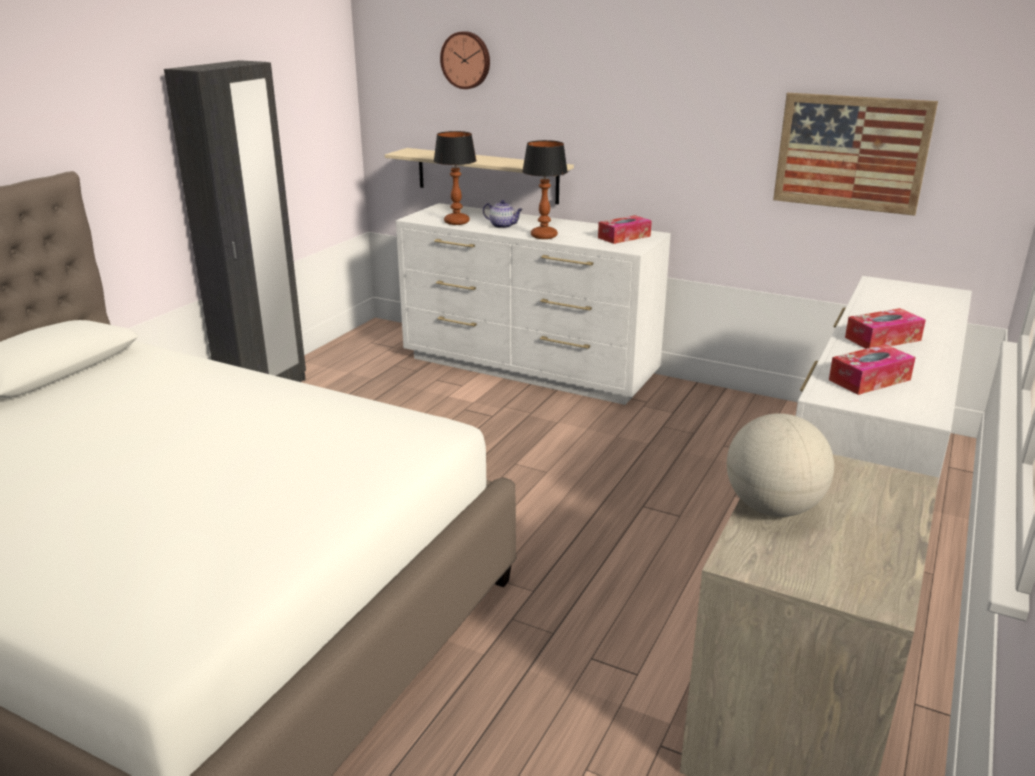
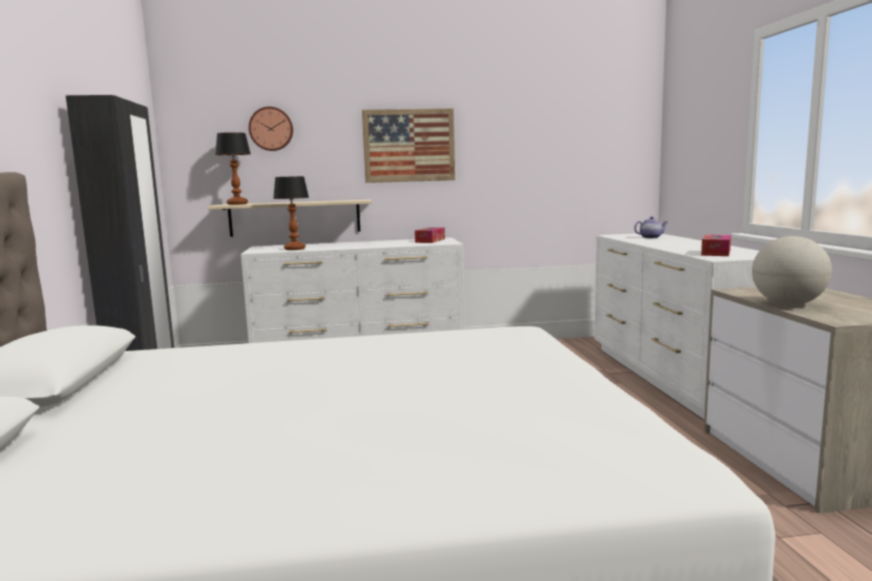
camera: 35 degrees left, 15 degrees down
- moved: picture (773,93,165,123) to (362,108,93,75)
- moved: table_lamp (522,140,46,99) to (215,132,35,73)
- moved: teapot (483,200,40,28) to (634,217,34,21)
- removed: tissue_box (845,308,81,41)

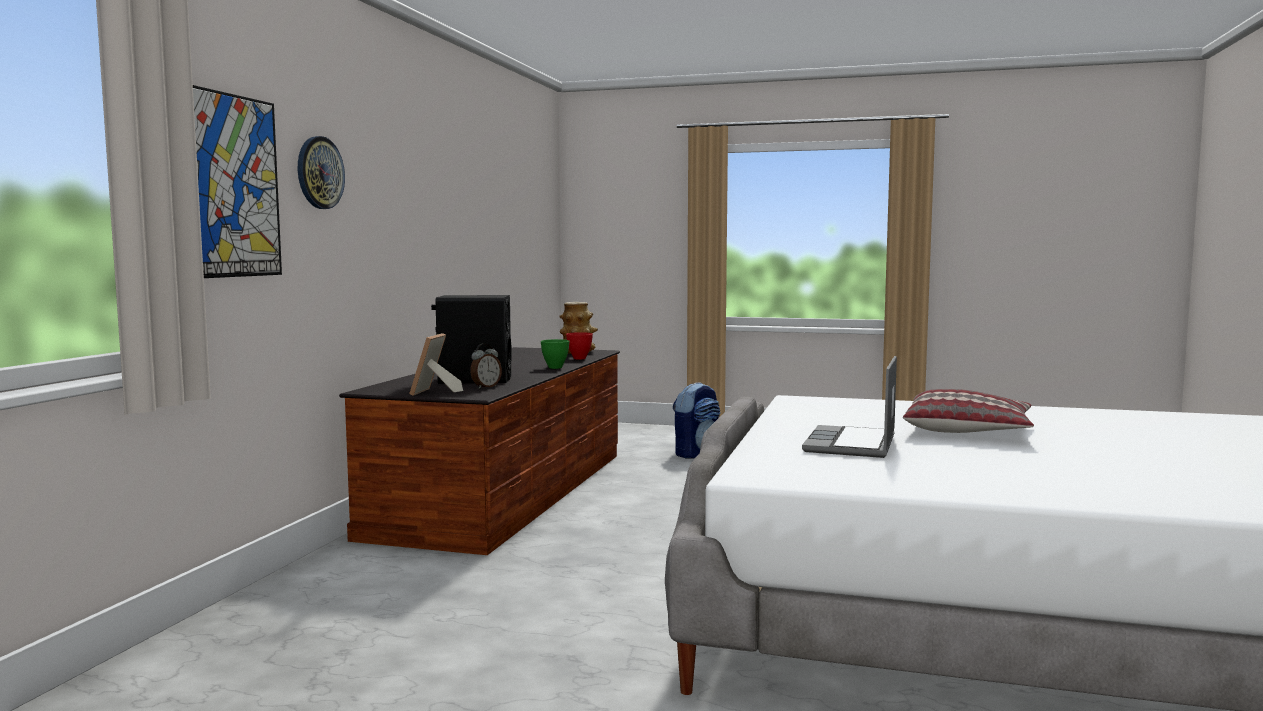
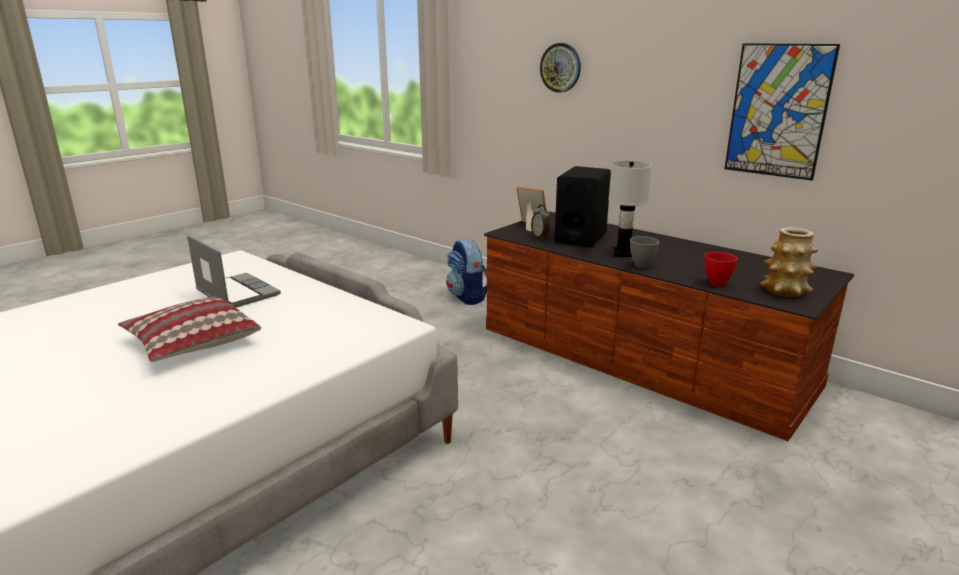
camera: 115 degrees right, 15 degrees up
- moved: picture (193,85,89,193) to (724,43,116,137)
- recoloured: green_bowl (541,339,29,30) to grey_bowl (630,236,29,32)
- moved: backpack (673,383,48,76) to (446,238,41,67)
- added: white_table_lamp (608,161,44,96)

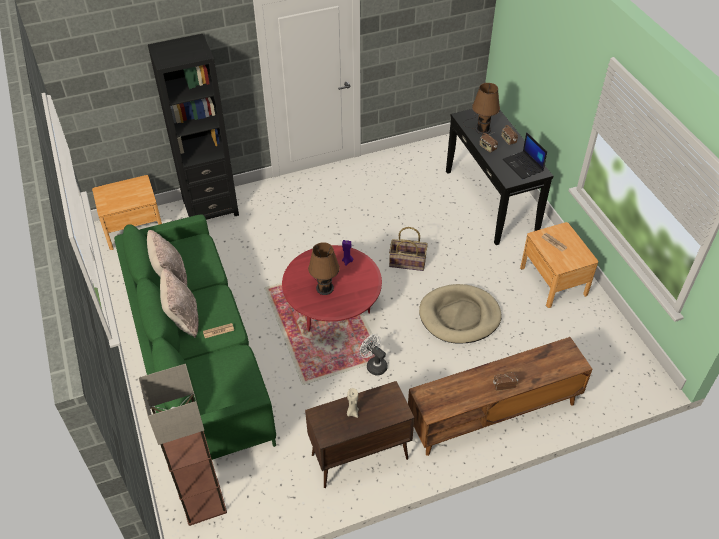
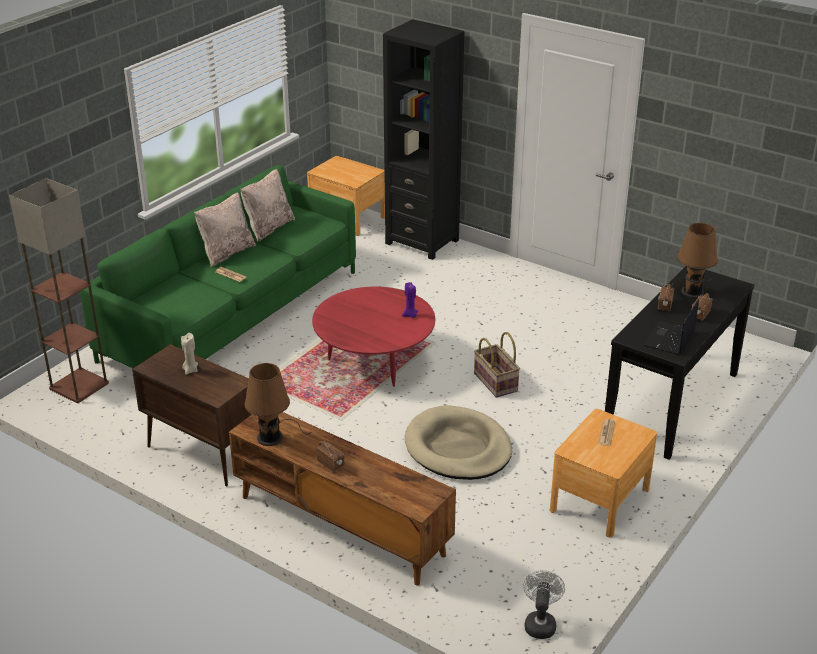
camera: 55 degrees right, 15 degrees down
- moved: brown_table_lamp (308,242,32,53) to (244,363,67,83)
- moved: white_fan (359,334,29,42) to (523,570,42,69)

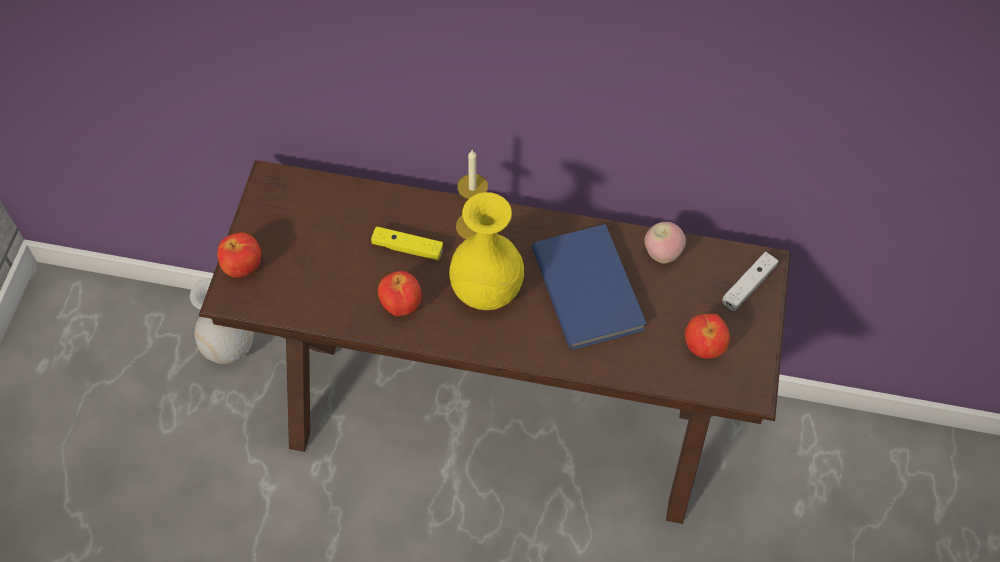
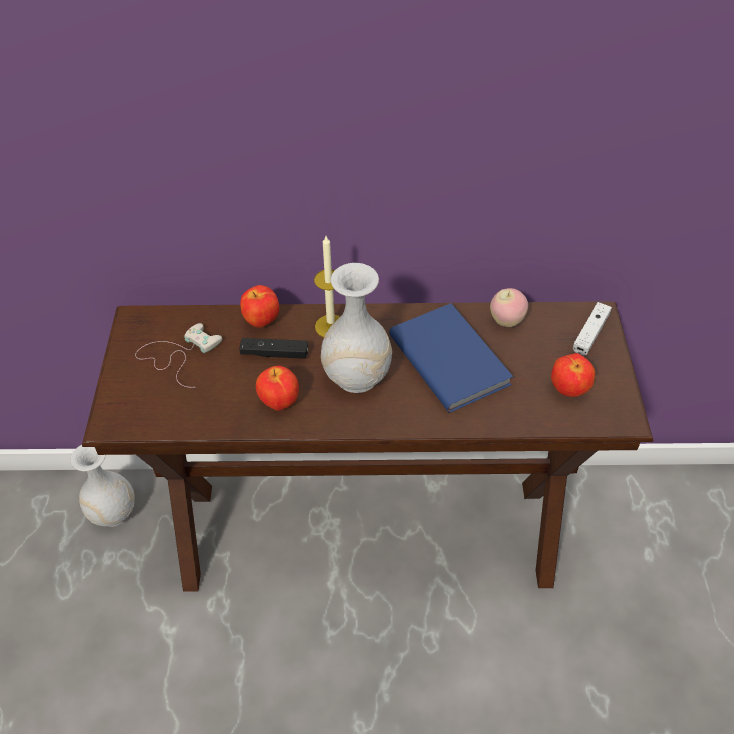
camera: 10 degrees left, 10 degrees down
- recoloured: yellow_vase (449,192,75,118) to white_vase (321,263,71,130)
- recoloured: yellow_game_controller (371,226,72,34) to black_game_controller (239,338,69,21)
- moved: apple (217,232,44,46) to (240,285,39,43)
- added: white_game_controller (135,323,87,65)

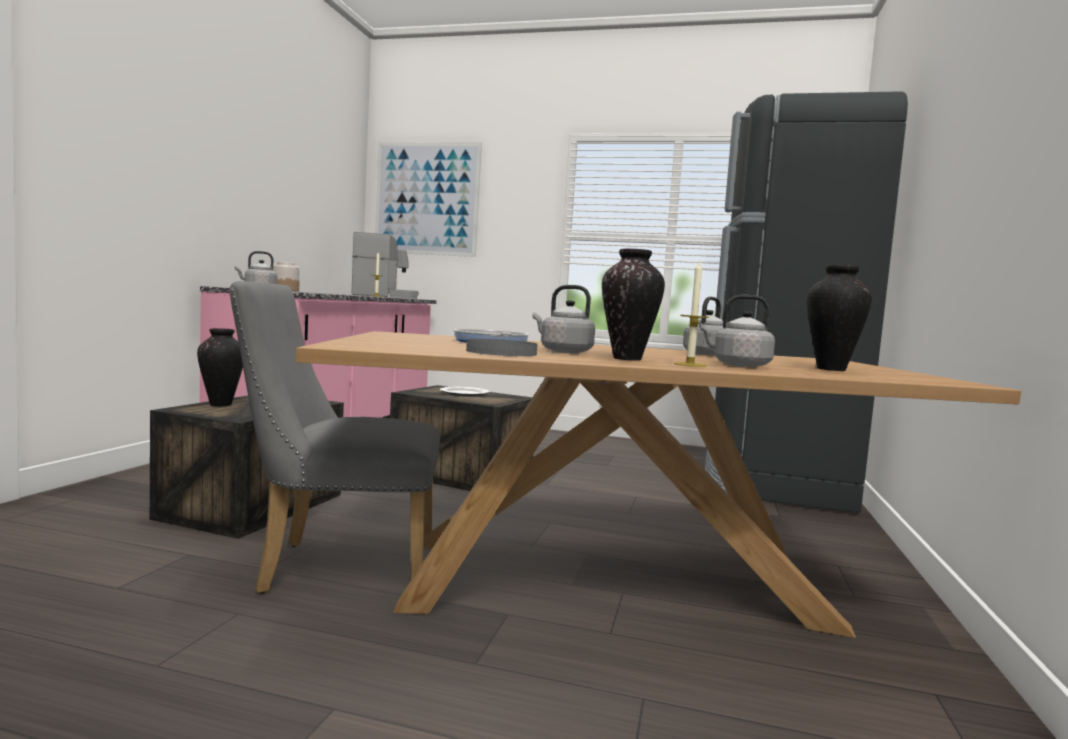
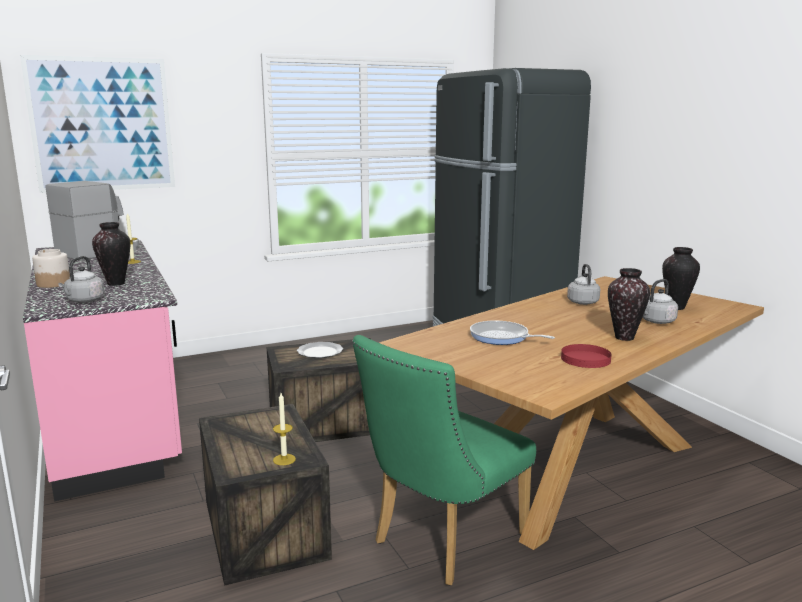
camera: 40 degrees left, 10 degrees up
- moved: candle (674,260,35,107) to (273,393,23,72)
- recoloured: grey_chair (229,281,211,313) to green_chair (352,335,184,250)
- removed: grey_kettle (533,285,62,68)
- moved: vase (197,328,46,78) to (92,222,38,64)
- recoloured: grey_plate (466,339,72,17) to red_plate (561,344,51,24)

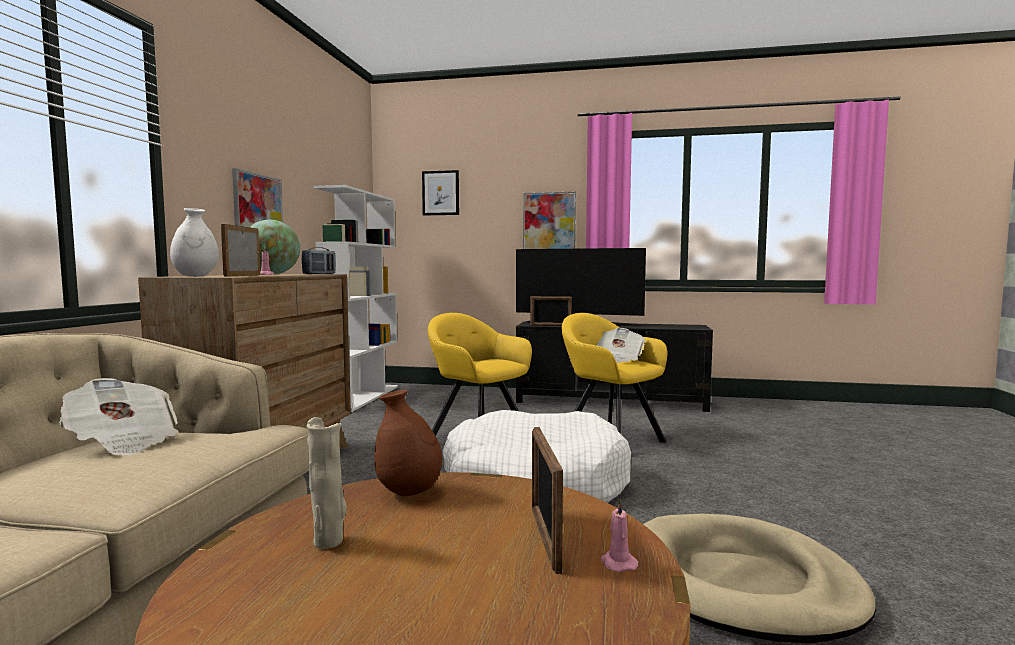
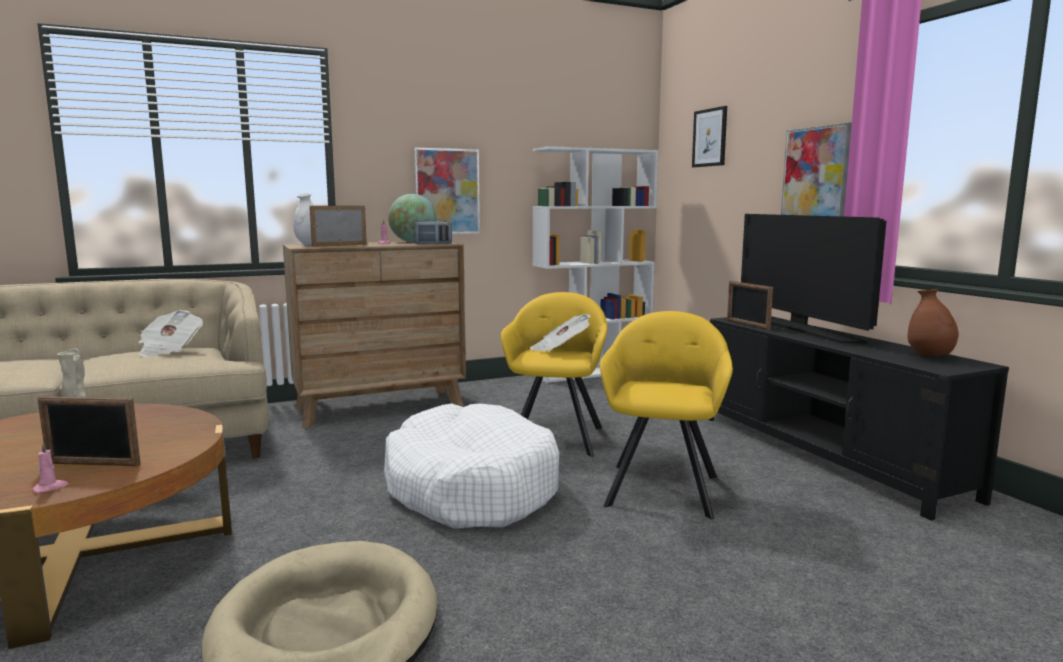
camera: 55 degrees right, 5 degrees up
- moved: newspaper (596,328,50,35) to (530,314,61,38)
- moved: brown_vase (375,390,67,106) to (908,289,50,67)
- turned: picture_frame (532,427,31,147) = (37,396,104,70) 135 degrees counterclockwise

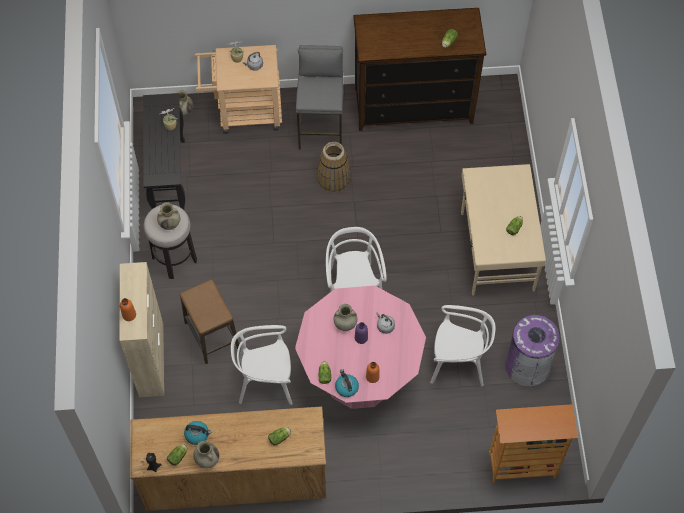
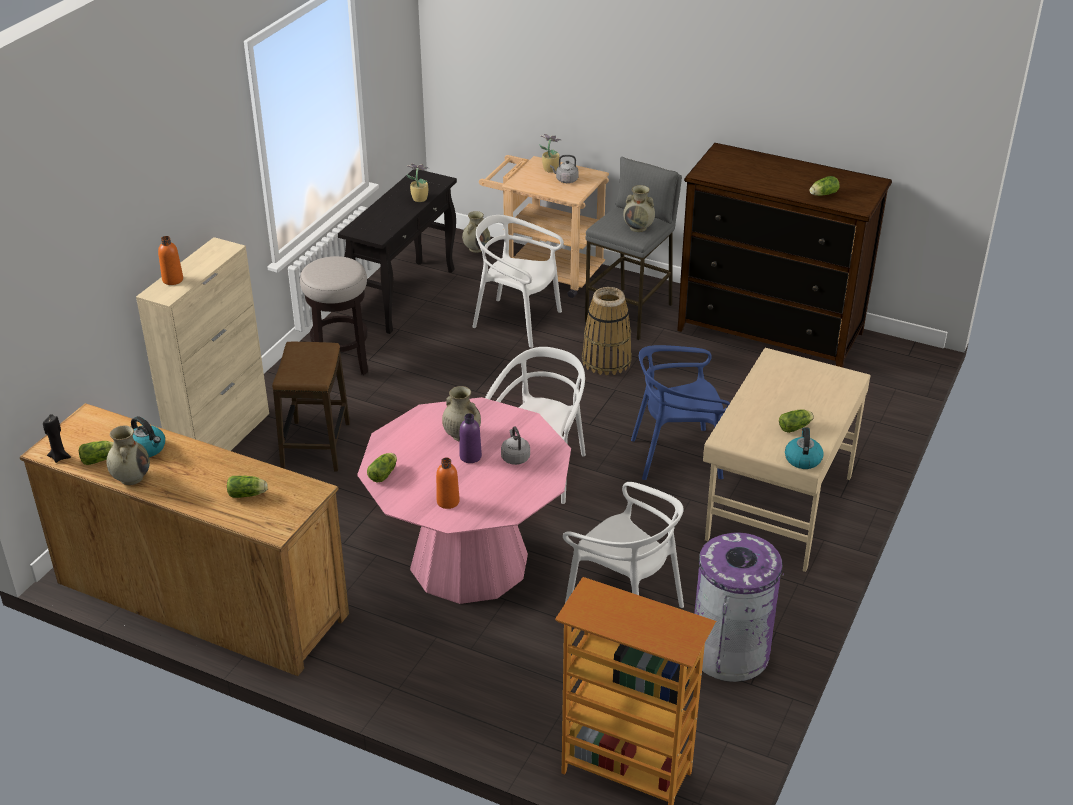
camera: 30 degrees right, 25 degrees down
- moved: beige_vase (157,202,23,28) to (623,185,32,47)
- moved: white_chair (231,325,62,80) to (472,215,92,133)
- moved: kettle (335,369,24,28) to (785,427,39,42)
- added: blue_chair (631,345,99,135)

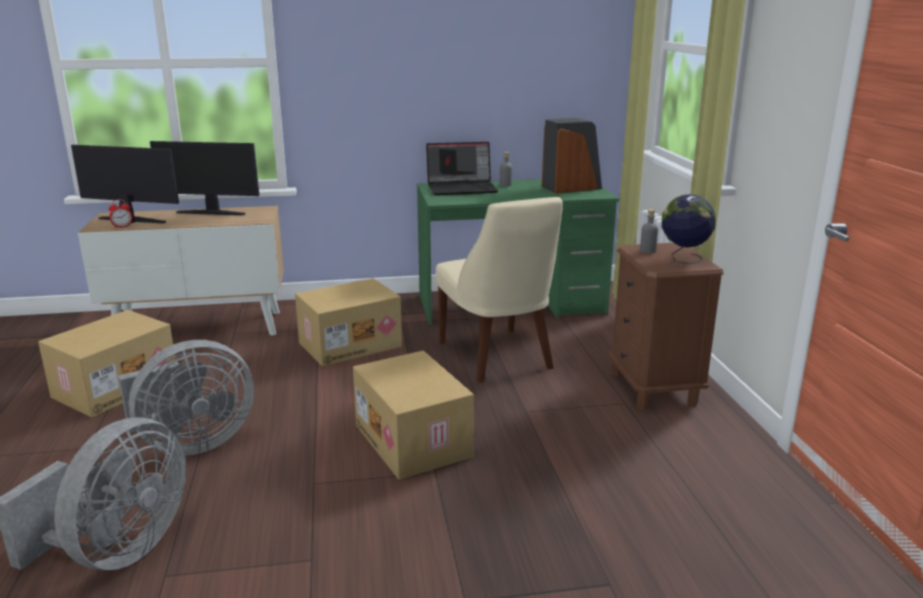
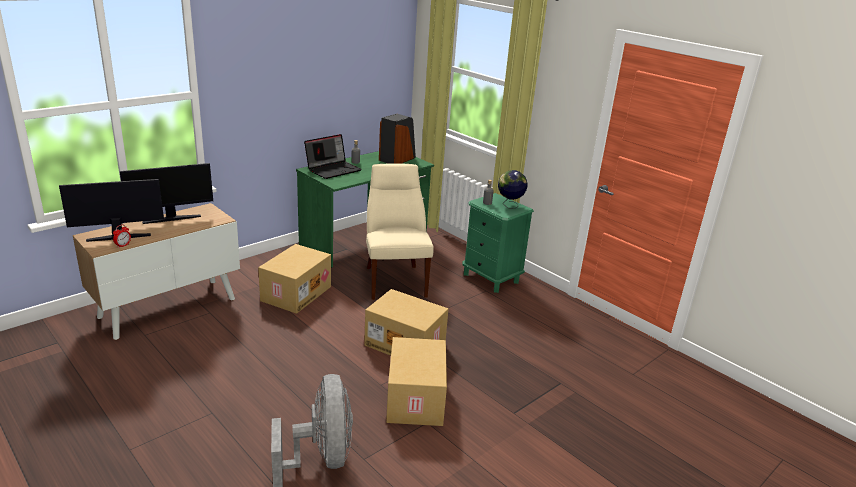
camera: 35 degrees left, 5 degrees up
- turned: beige_chair (435,197,128,186) = (366,163,67,137) 135 degrees counterclockwise
- recoloured: brown_nightstand (608,243,116,167) to green_nightstand (462,193,72,100)
- moved: cardboard_box (38,310,137,108) to (386,337,61,89)
- removed: grey_fan (118,340,136,116)

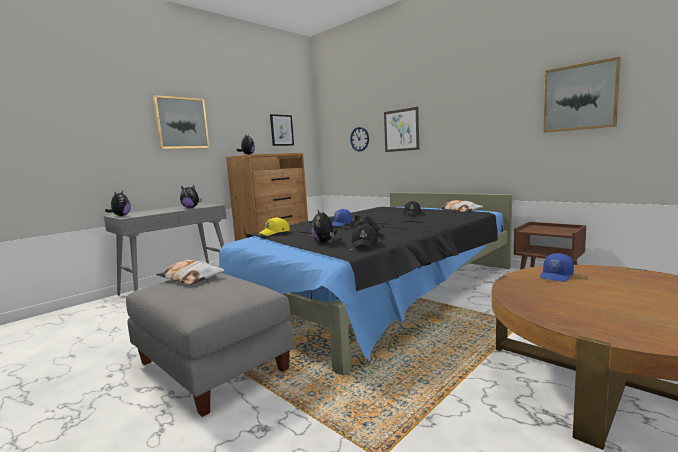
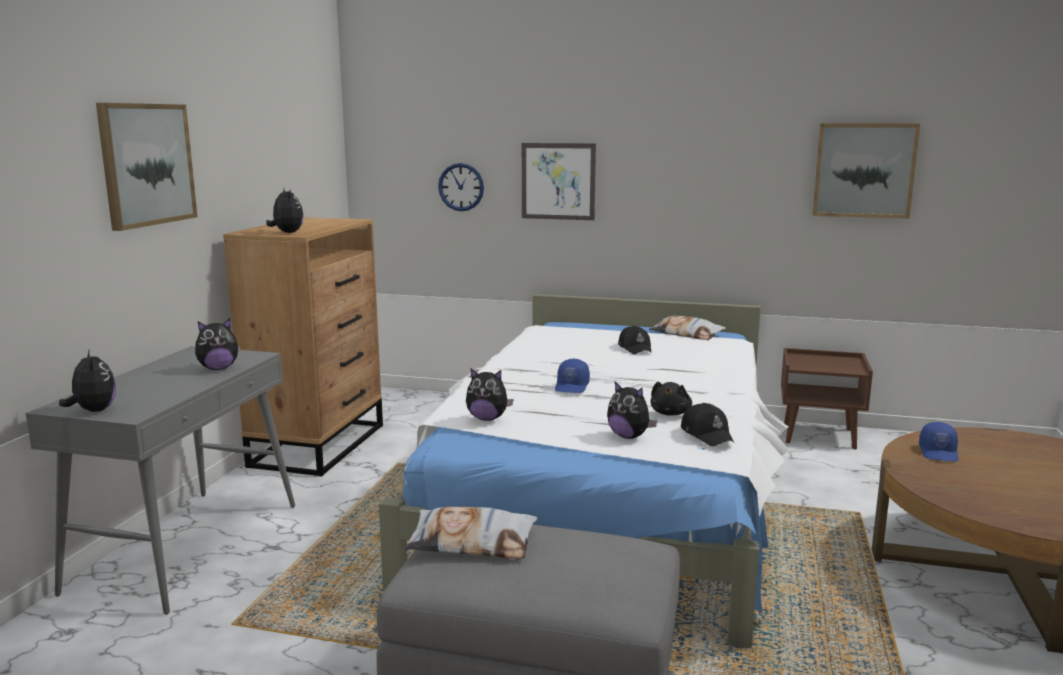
camera: 30 degrees left, 5 degrees up
- removed: picture (270,114,24,32)
- recoloured: black_bed (212,192,300,184) to white_bed (379,294,410,354)
- replaced: yellow_cap (258,217,32,19) to plush_toy (466,369,48,52)

